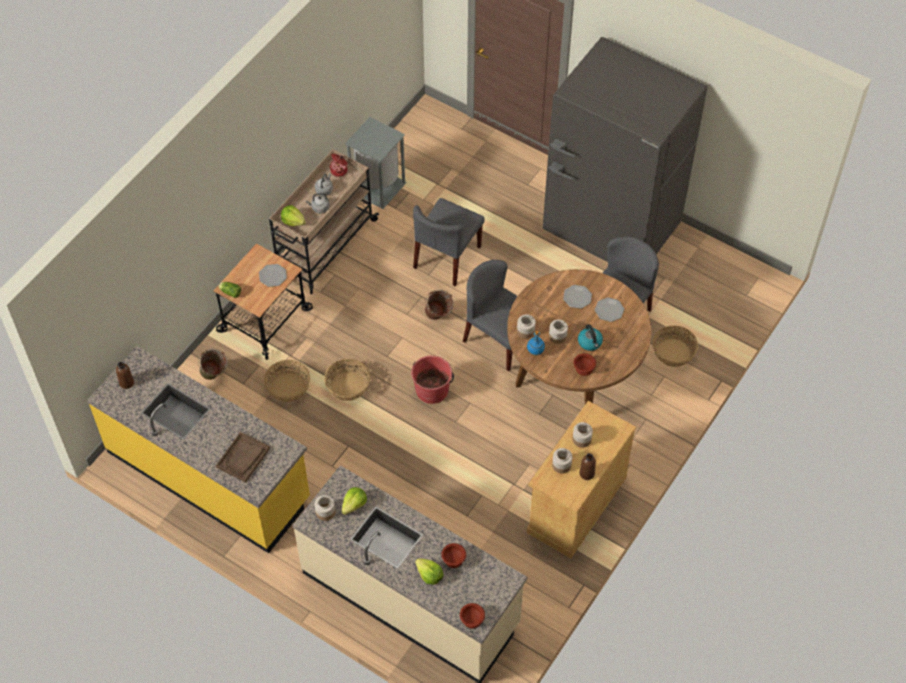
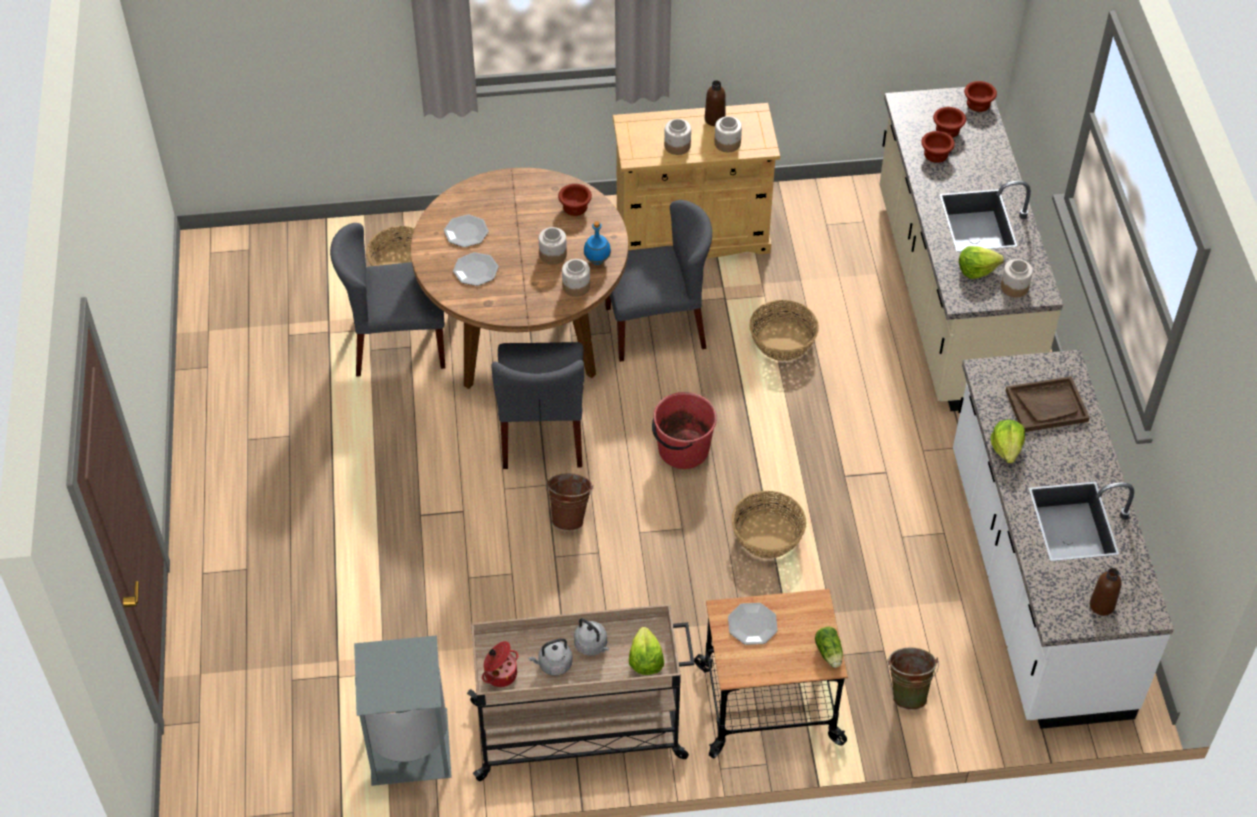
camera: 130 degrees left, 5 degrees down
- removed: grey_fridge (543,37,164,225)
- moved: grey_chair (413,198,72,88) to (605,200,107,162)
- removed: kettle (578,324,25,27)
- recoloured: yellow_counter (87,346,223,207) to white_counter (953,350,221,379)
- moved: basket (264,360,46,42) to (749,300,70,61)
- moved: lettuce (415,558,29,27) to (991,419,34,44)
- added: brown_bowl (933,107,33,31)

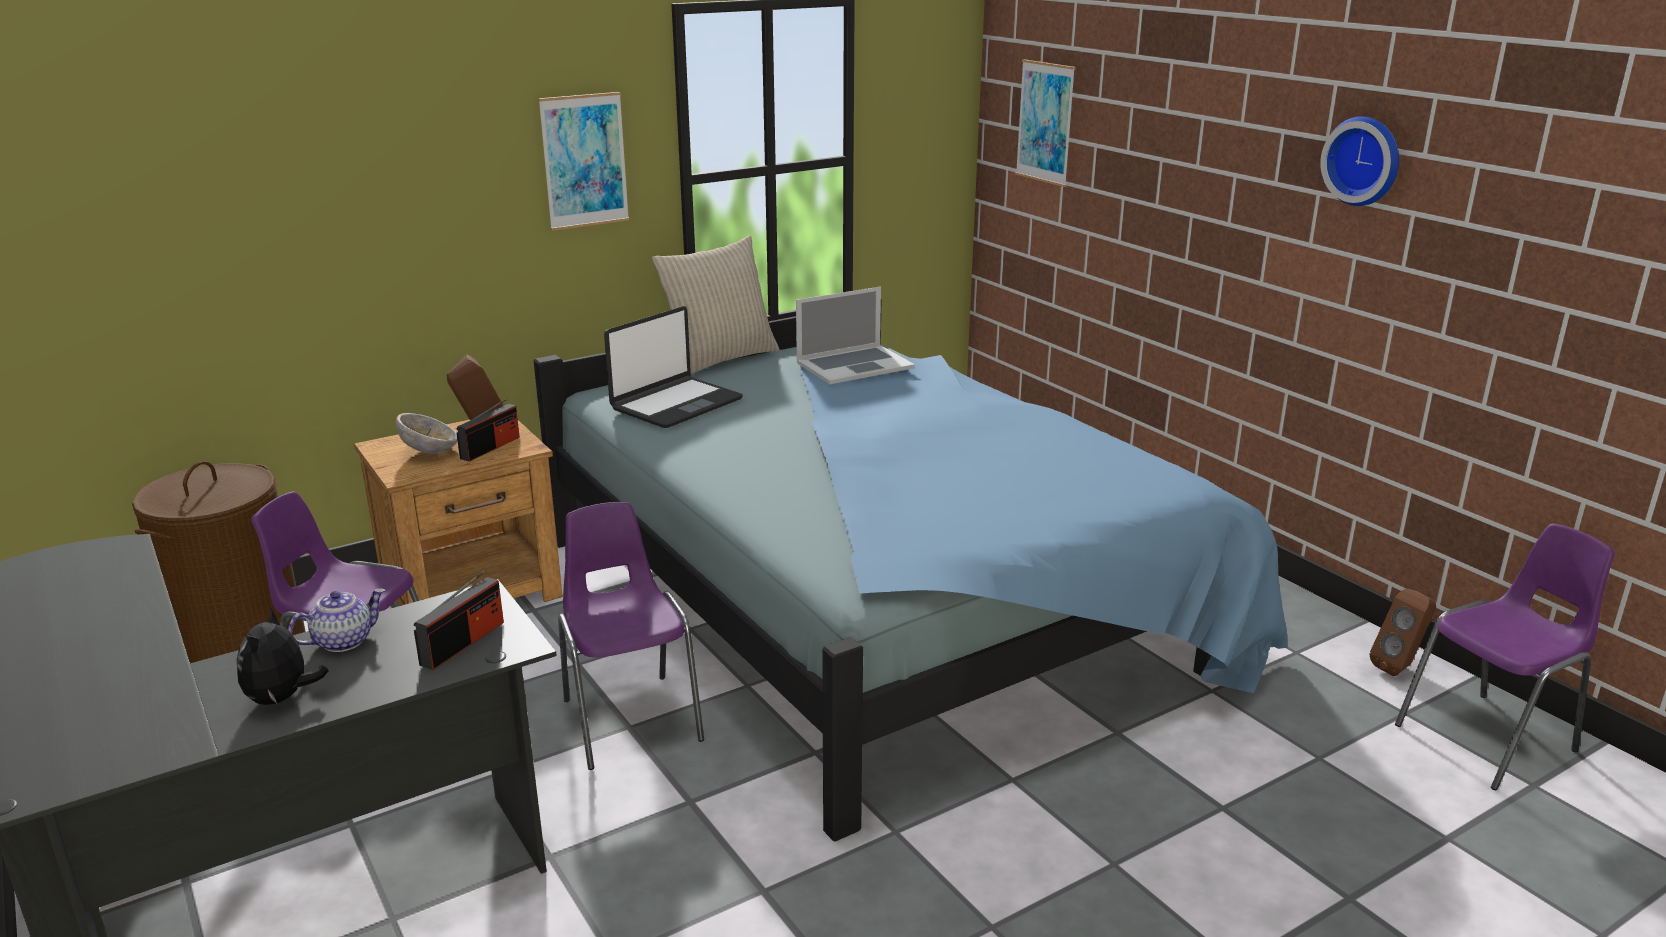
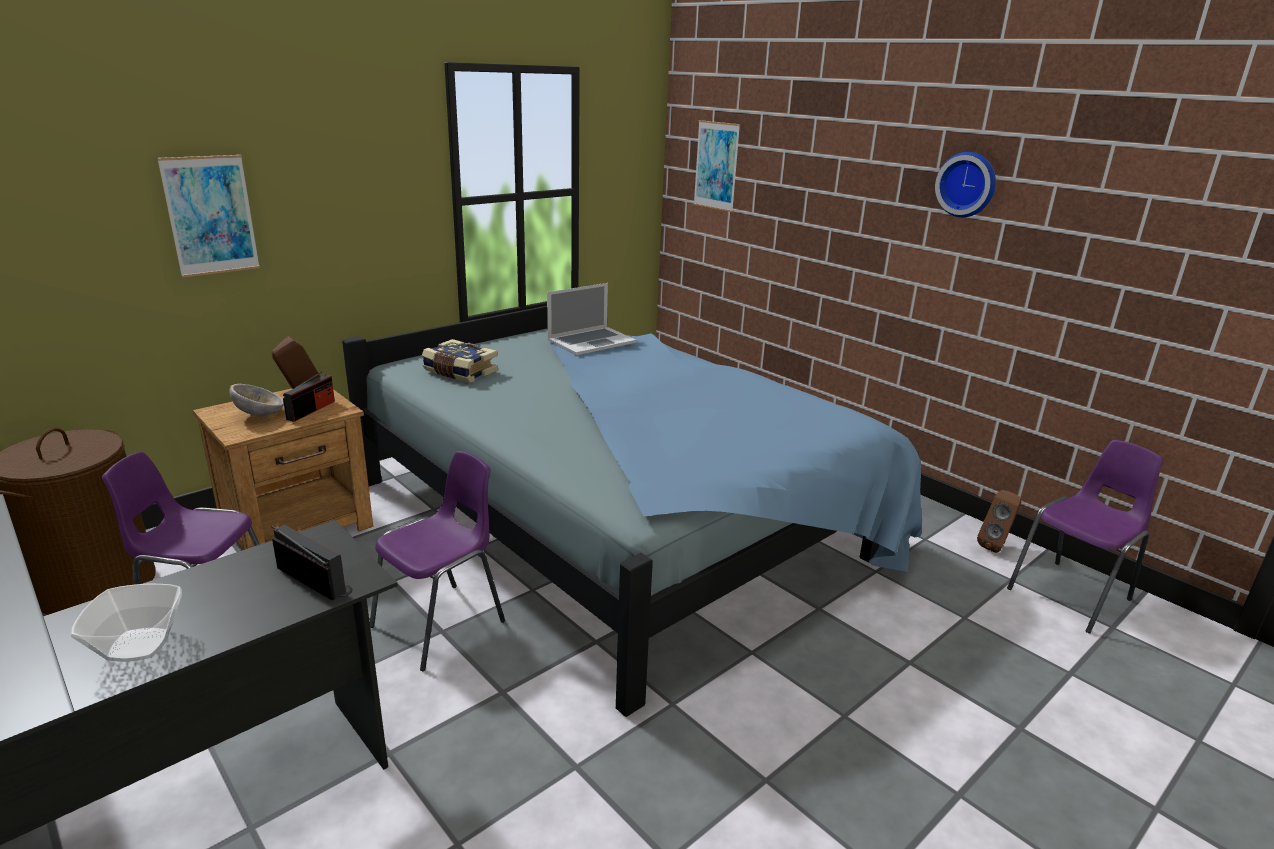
camera: 10 degrees left, 0 degrees up
- moved: picture (538,92,91,139) to (157,155,103,123)
- removed: beige_pillow (652,236,128,138)
- replaced: laptop (604,306,139,122) to book (422,339,76,44)
- turned: purple_chair (558,502,146,268) = (370,451,135,220) 75 degrees clockwise
- turned: radio (414,571,90,99) = (271,525,75,75) 75 degrees counterclockwise
- removed: teapot (288,588,97,64)
- replaced: plush_toy (237,607,92,98) to bowl (71,584,111,78)

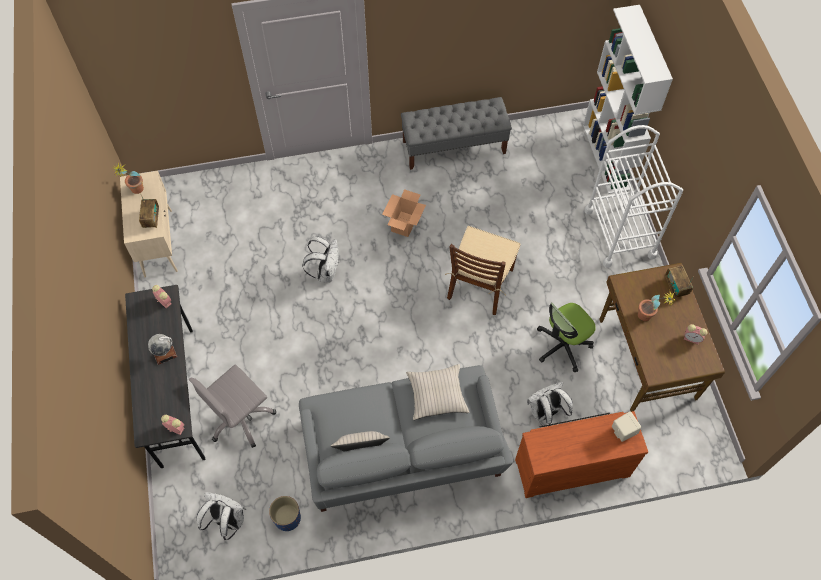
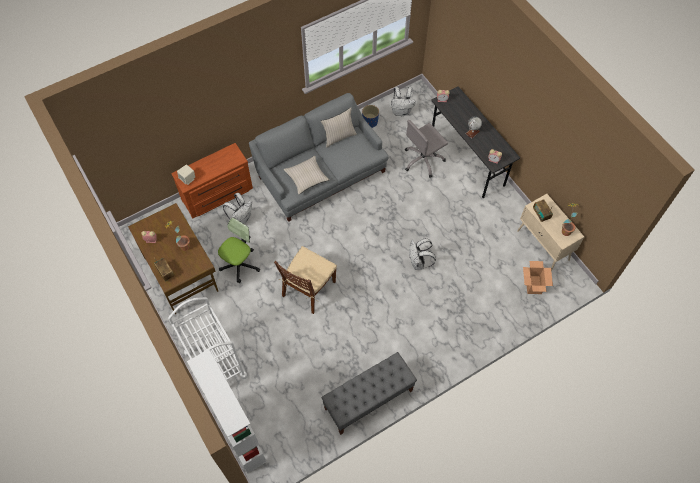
camera: 160 degrees right, 0 degrees up
- moved: cardboard_box (382,189,44,48) to (523,261,30,33)
- turned: brown_chair (445,226,75,89) = (274,246,63,68) 150 degrees counterclockwise
- turned: grey_office_chair (189,364,87,84) = (405,120,43,58) 150 degrees counterclockwise

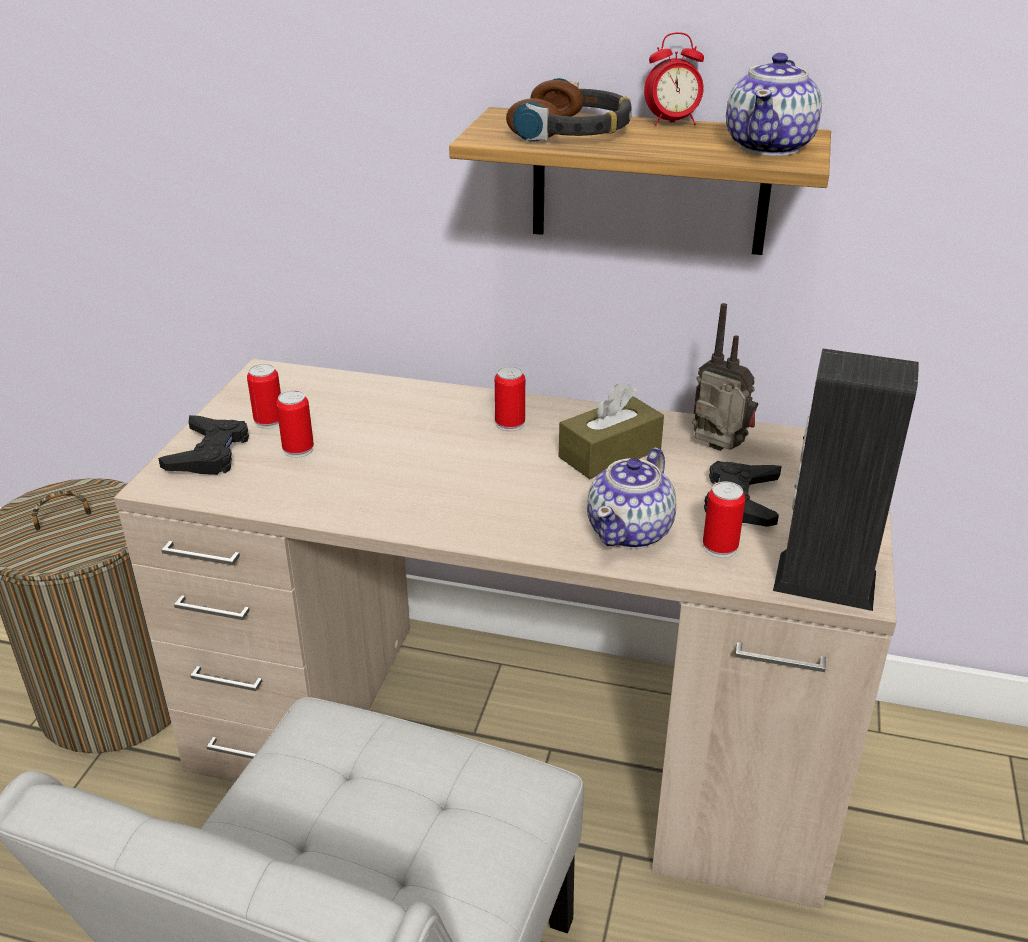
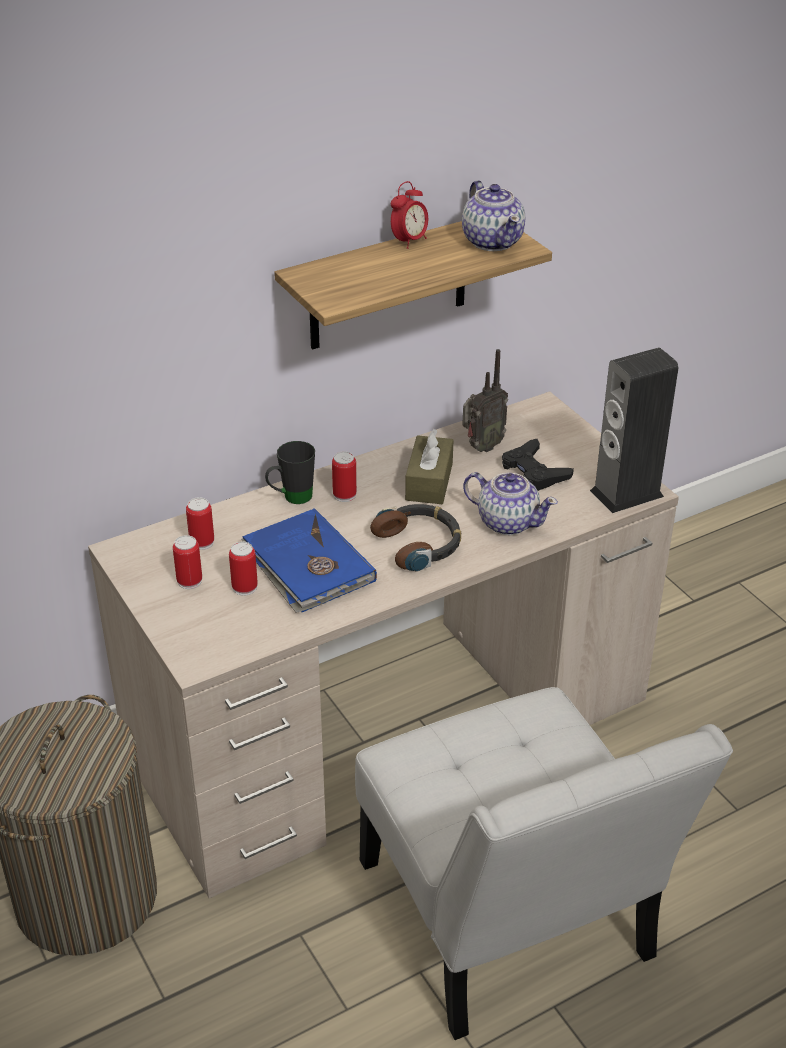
camera: 45 degrees left, 5 degrees up
- moved: headphones (506,78,126,64) to (370,504,91,68)
- turned: radio (692,303,66,148) = (462,349,46,103) 150 degrees clockwise
- removed: black_game_controller (158,415,91,60)
- turned: teapot (587,448,89,101) = (463,472,95,63) 45 degrees counterclockwise
- moved: can (703,481,42,77) to (186,497,28,53)
- added: black_mug (265,441,50,63)
- added: blue_book (241,508,136,105)

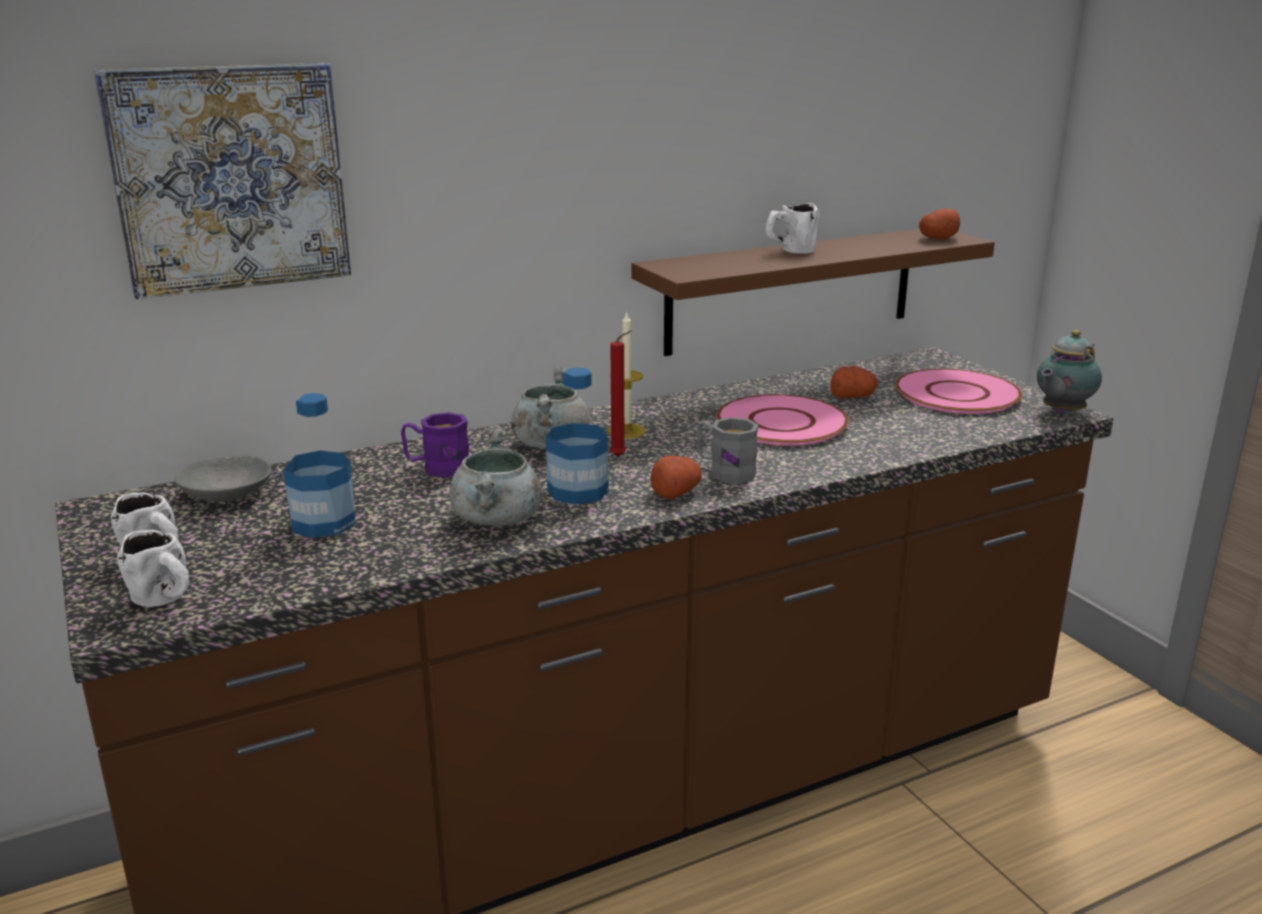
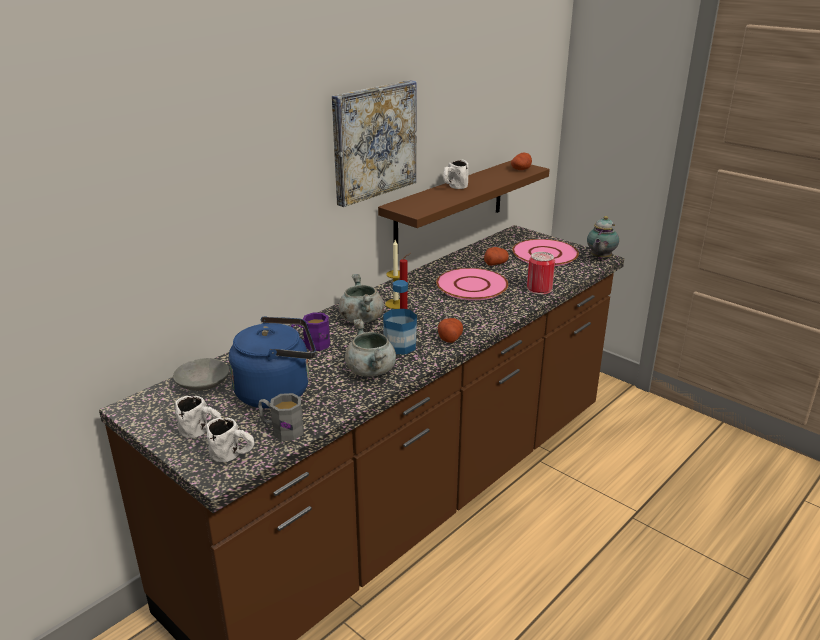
camera: 20 degrees left, 5 degrees up
- moved: picture (94,63,257,236) to (332,80,85,127)
- replaced: bottle (283,393,73,145) to blue_kettle (229,316,87,92)
- moved: grey_mug (697,417,62,67) to (258,393,46,48)
- added: can (527,252,28,43)

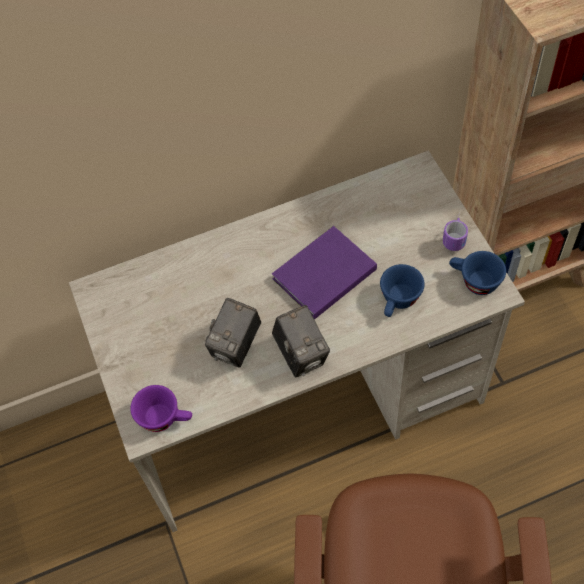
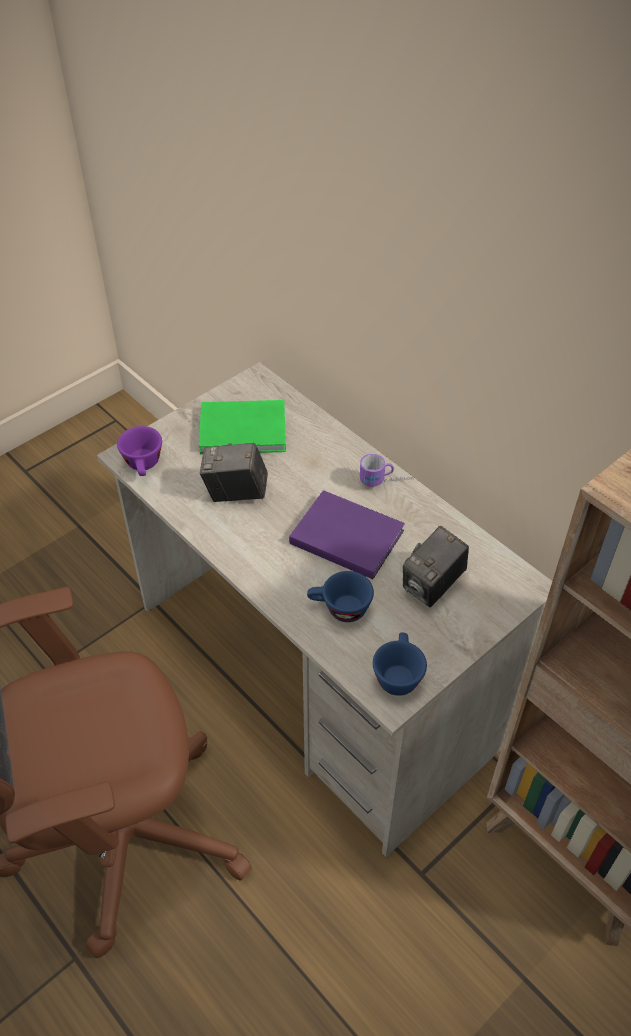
camera: 65 degrees right, 10 degrees down
- moved: mug (443,212,25,39) to (360,454,54,33)
- moved: photo_camera (272,305,58,73) to (403,526,66,81)
- added: green_book (199,400,87,54)

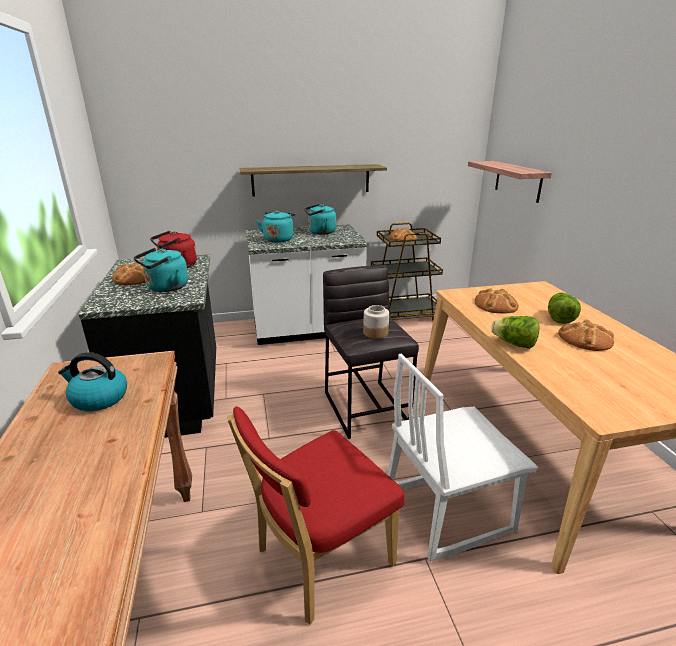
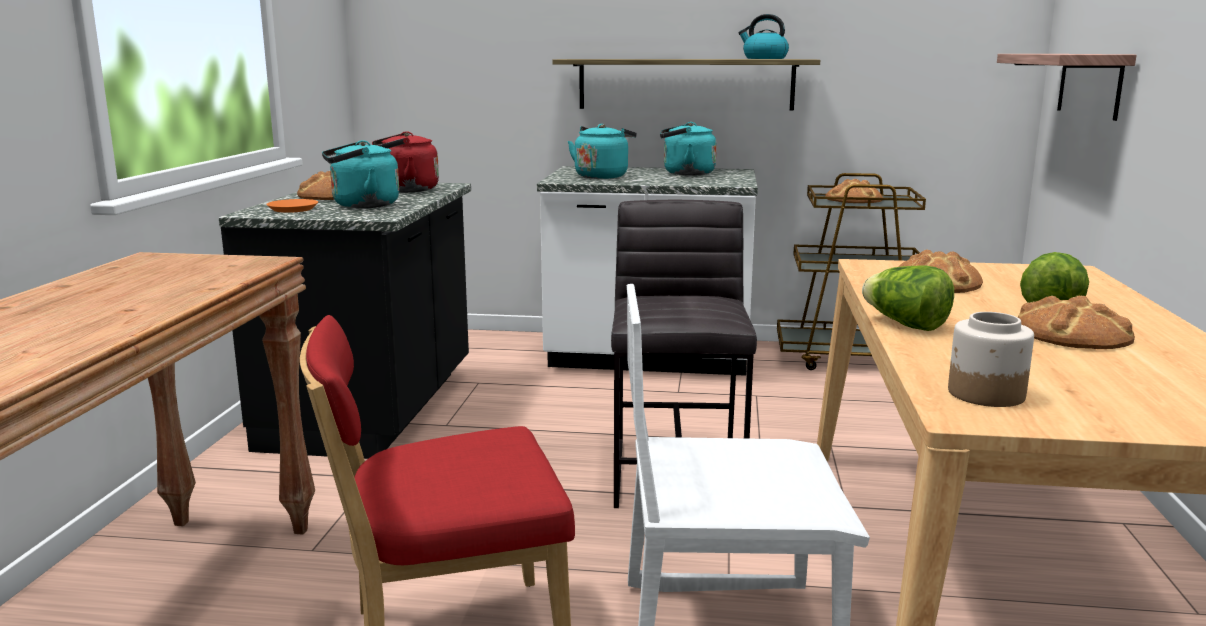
camera: 20 degrees right, 10 degrees down
- moved: jar (363,305,26,34) to (948,312,86,95)
- moved: kettle (58,352,69,59) to (739,14,50,45)
- added: orange_plate (266,199,52,14)

